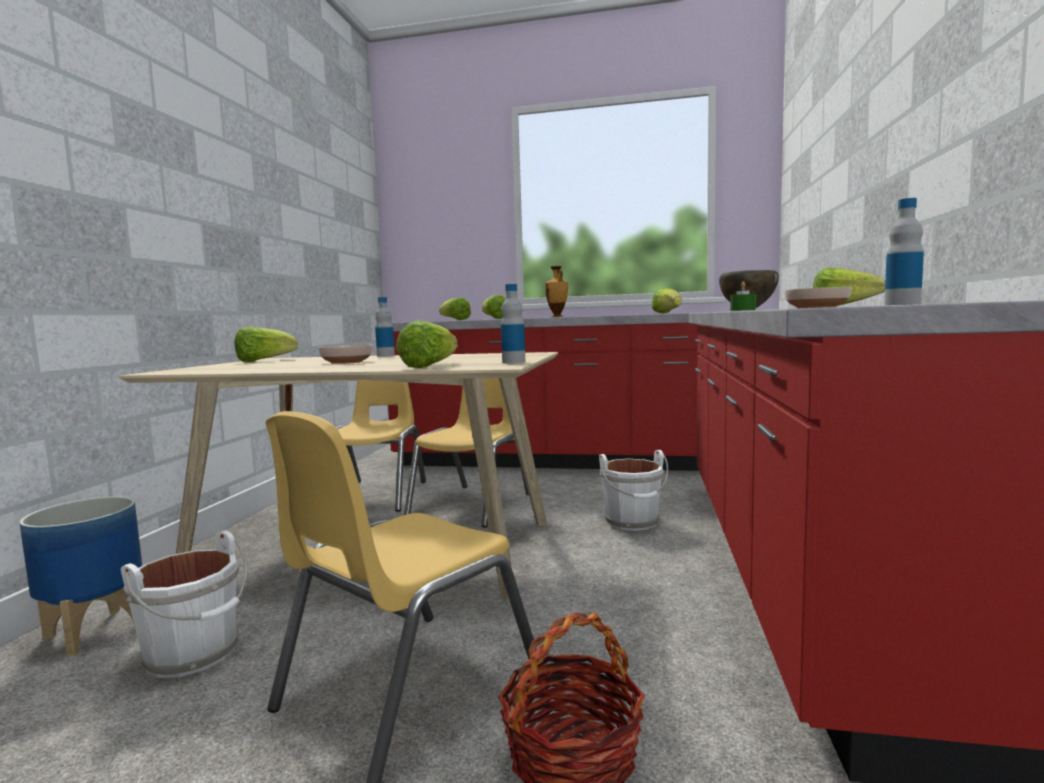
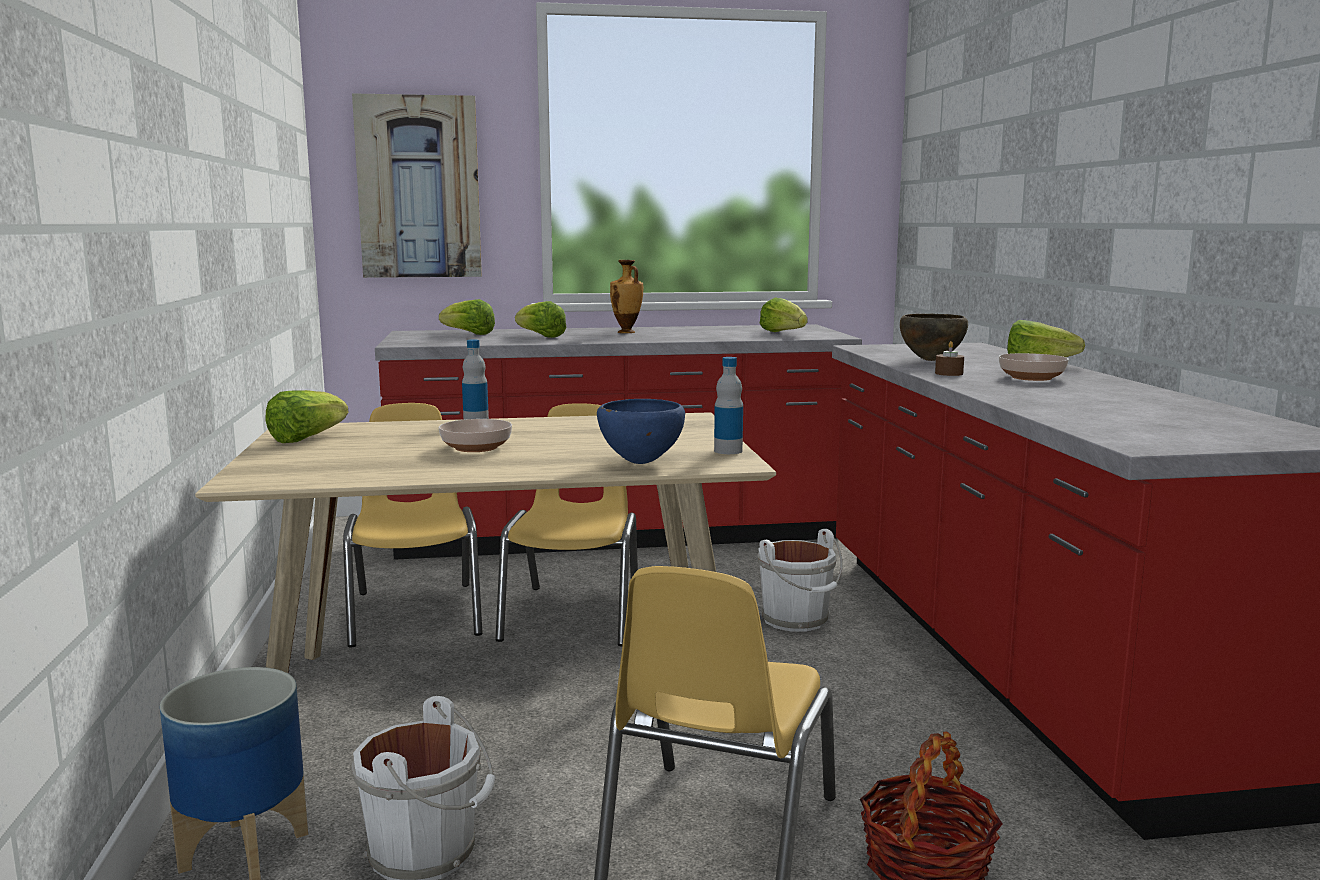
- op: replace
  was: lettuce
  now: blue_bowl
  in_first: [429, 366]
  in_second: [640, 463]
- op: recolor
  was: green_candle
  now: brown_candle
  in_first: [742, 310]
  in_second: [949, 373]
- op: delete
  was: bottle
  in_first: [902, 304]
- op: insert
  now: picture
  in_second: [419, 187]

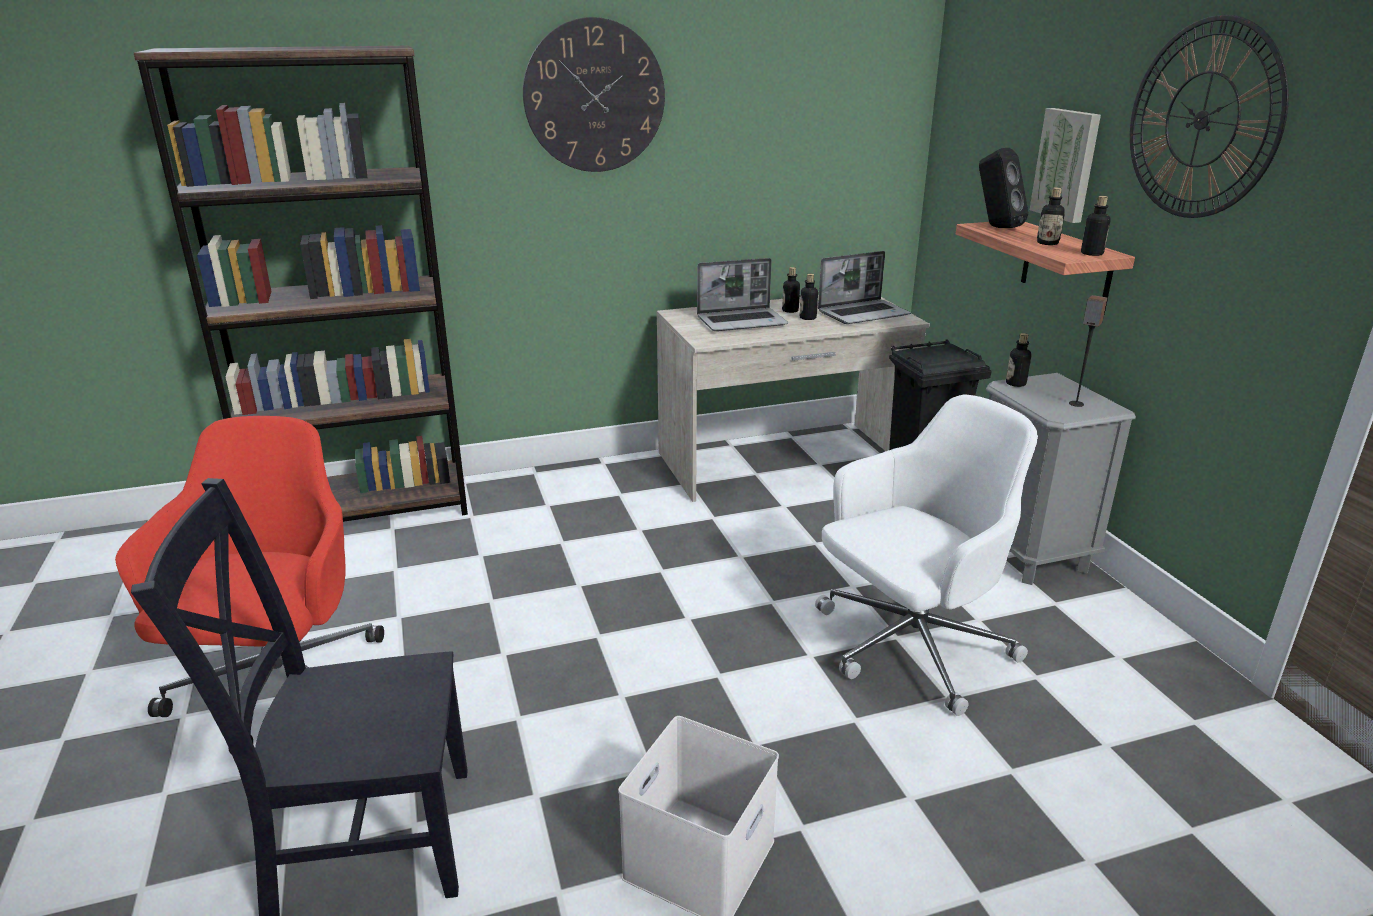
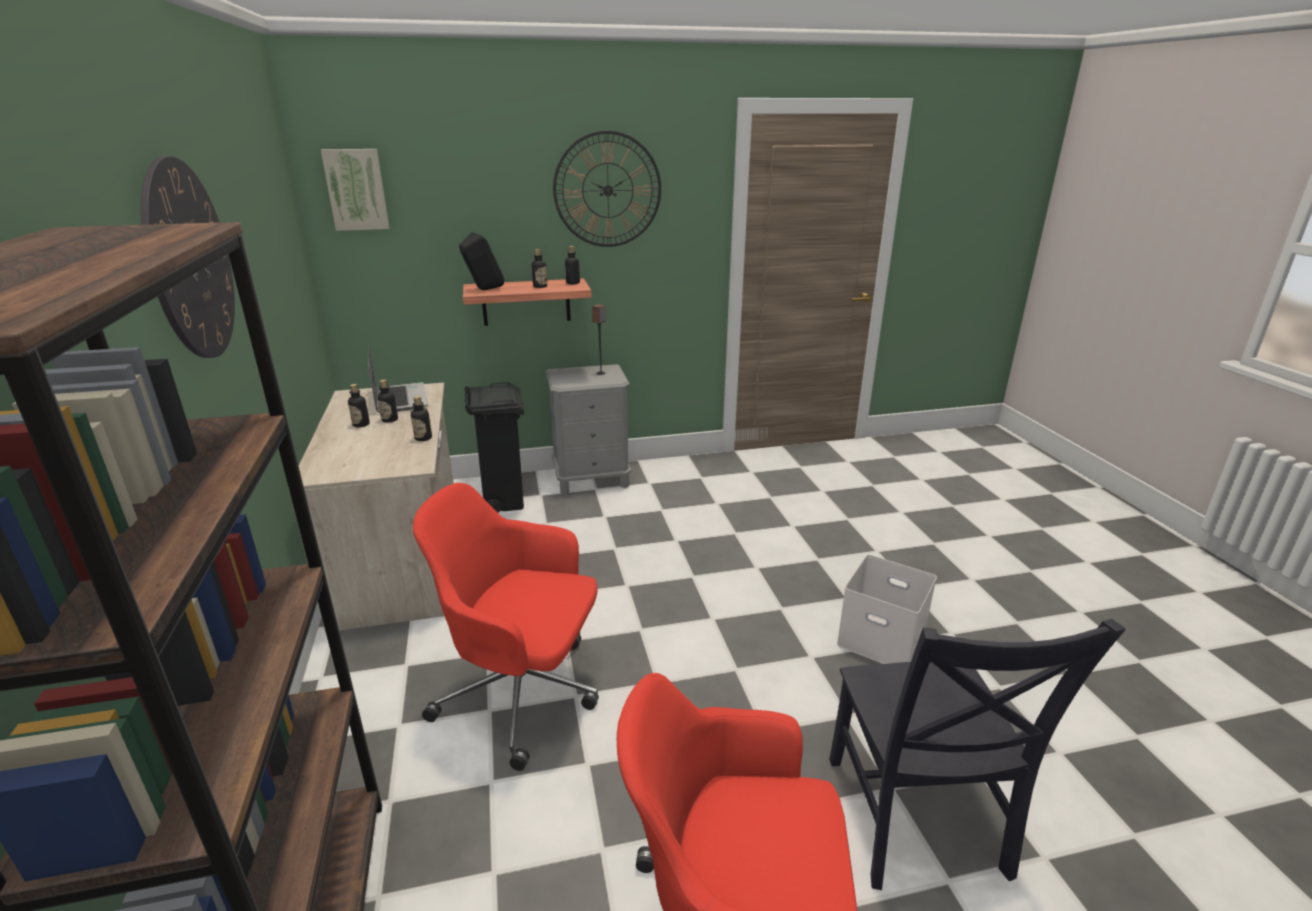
- op: delete
  was: laptop
  in_first: [742, 321]
- op: delete
  was: white_office_chair
  in_first: [909, 647]
- op: move
  was: bottle
  in_first: [1015, 383]
  in_second: [423, 438]
- op: move
  was: picture
  in_first: [1067, 164]
  in_second: [356, 189]
- op: insert
  now: red_office_chair
  in_second: [523, 694]

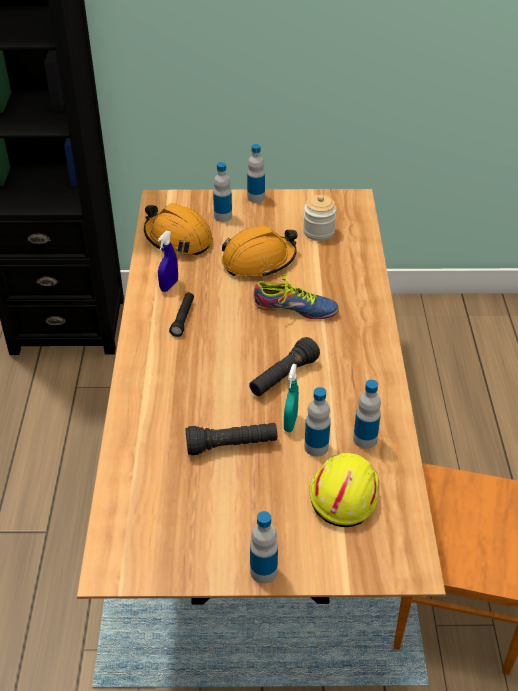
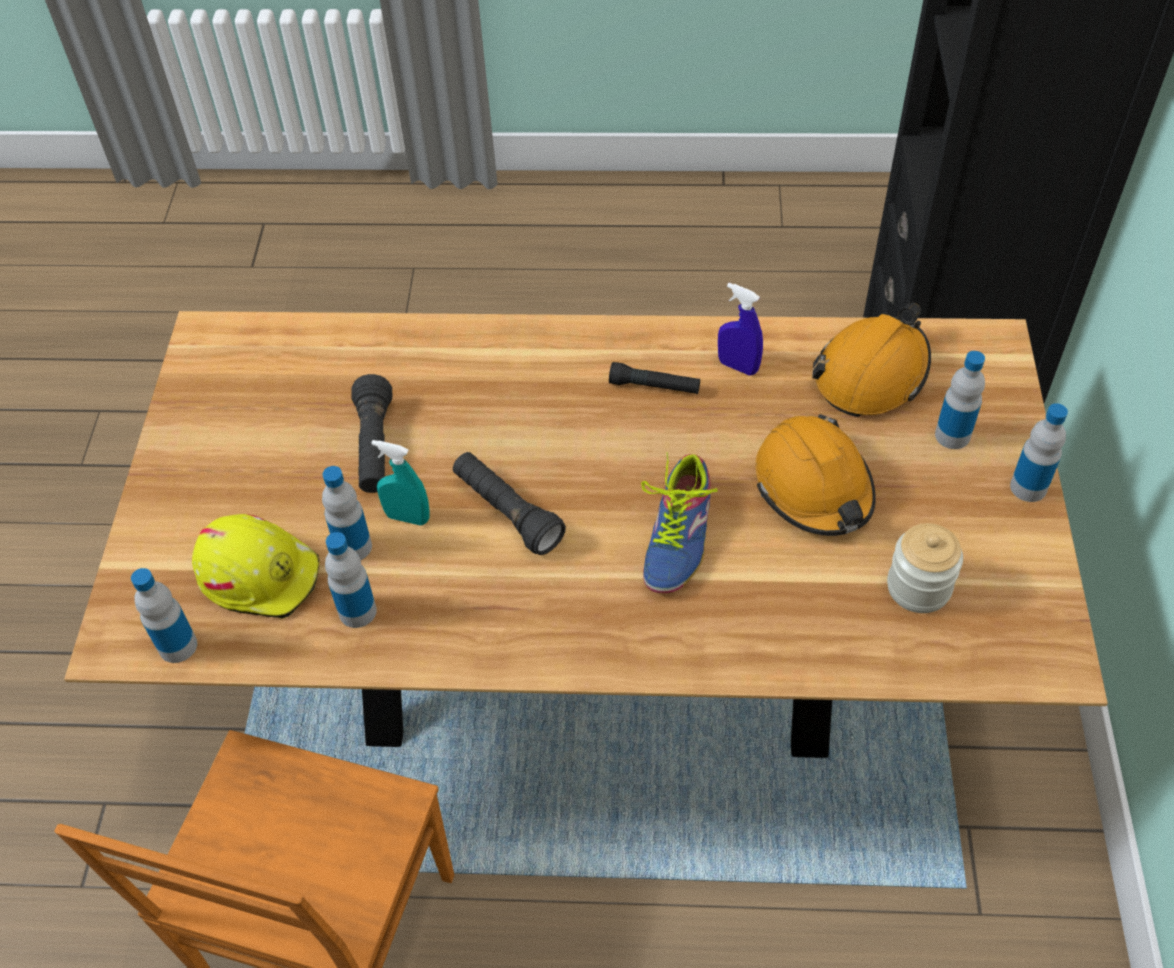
- op: move
  was: bottle
  in_first: [263, 571]
  in_second: [178, 646]

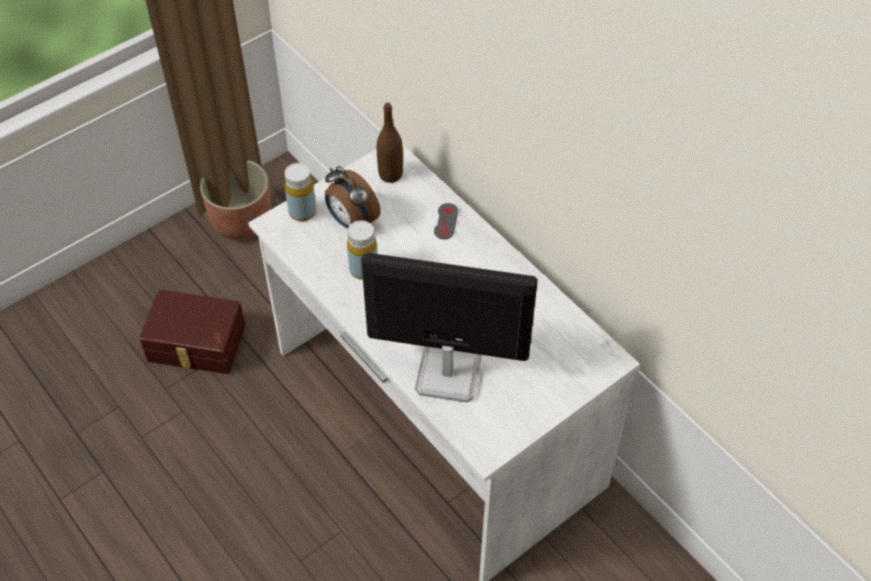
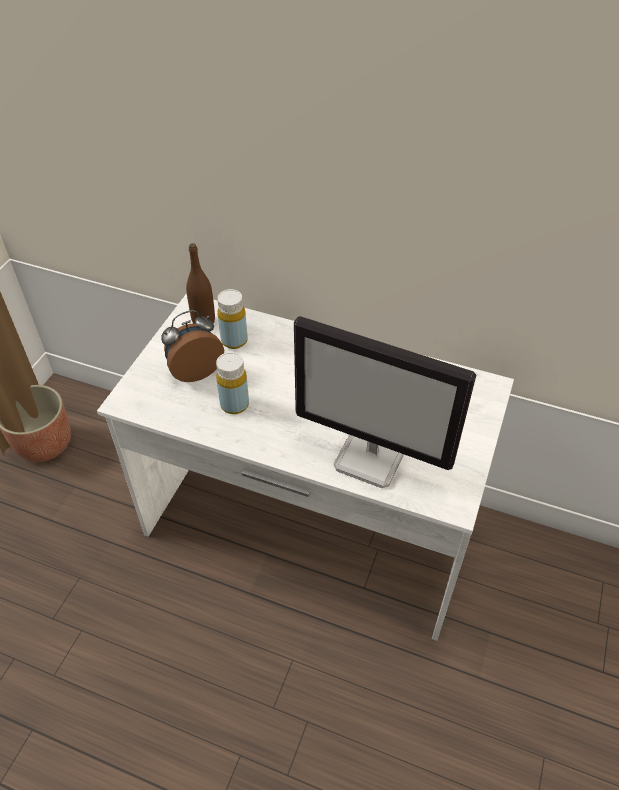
- op: delete
  was: brown_storage_box
  in_first: [196, 344]
- op: move
  was: yellow_bottle
  in_first: [302, 212]
  in_second: [234, 340]
- op: rotate
  was: alarm_clock
  in_first: [351, 221]
  in_second: [195, 370]
  clockwise: 135
- op: rotate
  was: monitor
  in_first: [446, 374]
  in_second: [372, 458]
  clockwise: -135
- op: delete
  was: grey_game_controller
  in_first: [446, 221]

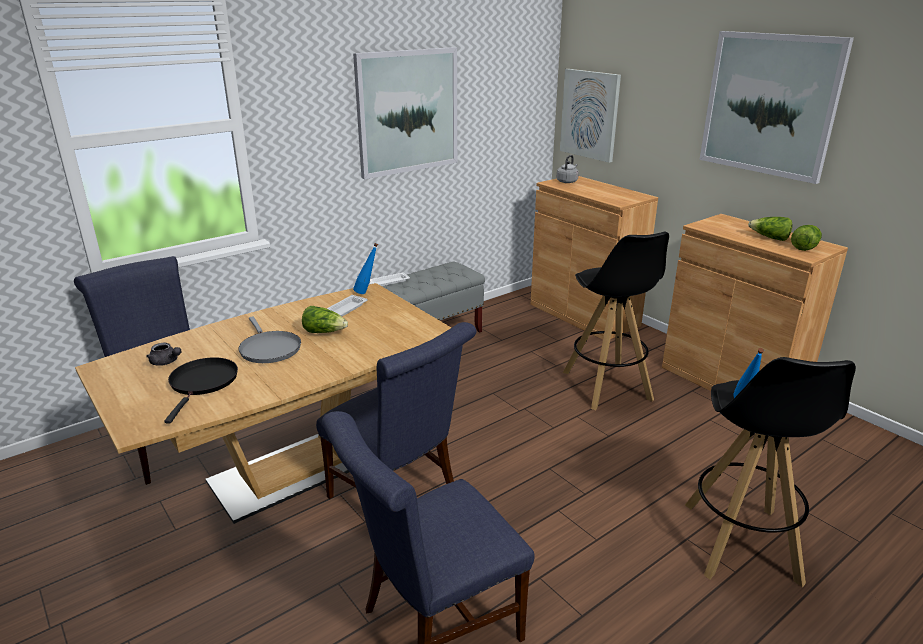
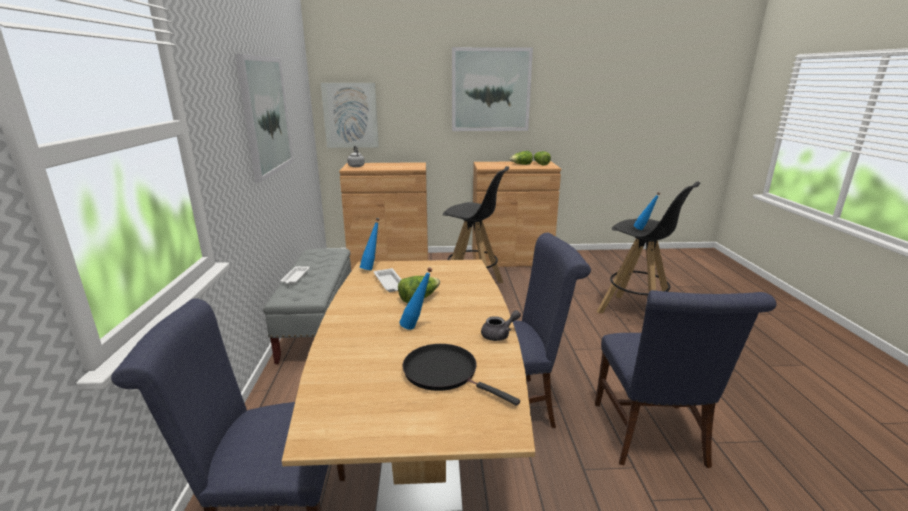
- op: move
  was: grey_teapot
  in_first: [166, 362]
  in_second: [499, 335]
- op: replace
  was: grey_frying_pan
  now: blue_bottle
  in_first: [269, 349]
  in_second: [416, 327]

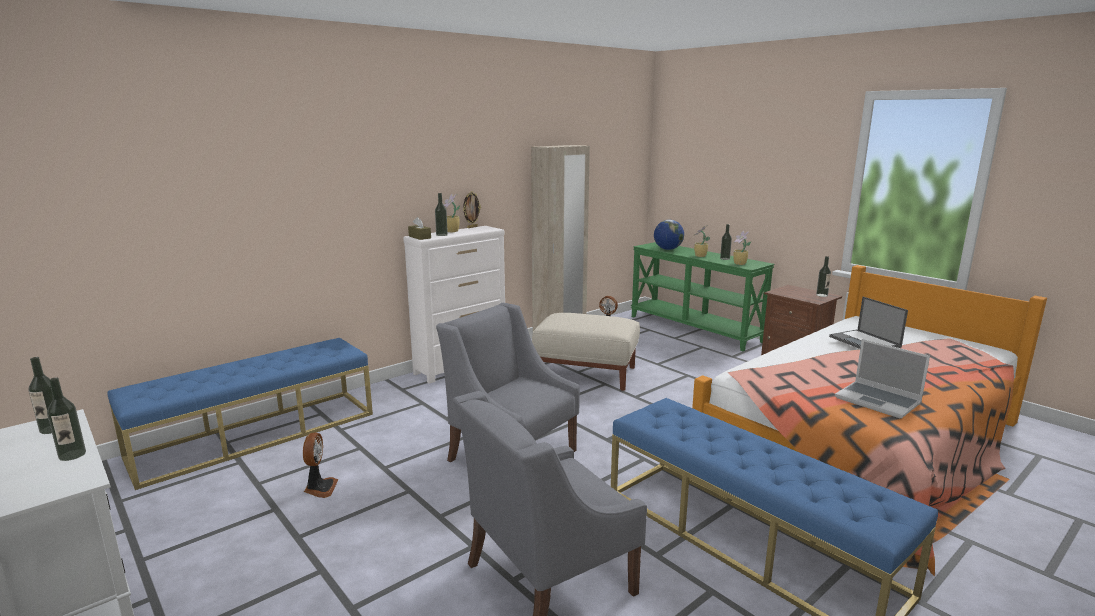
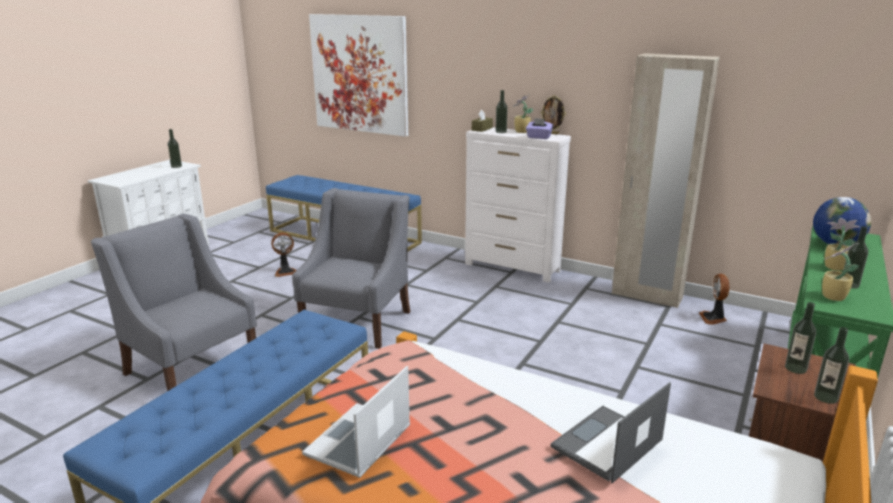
- op: move
  was: bottle
  in_first: [72, 455]
  in_second: [795, 368]
- op: delete
  was: beige_ottoman
  in_first: [586, 373]
- op: insert
  now: picture
  in_second: [360, 74]
- op: insert
  now: purple_tissue_box
  in_second: [538, 137]

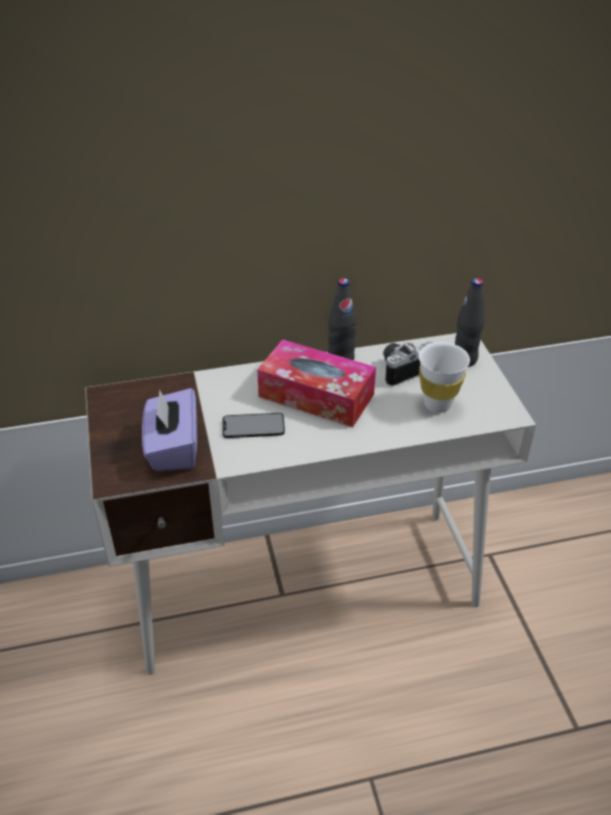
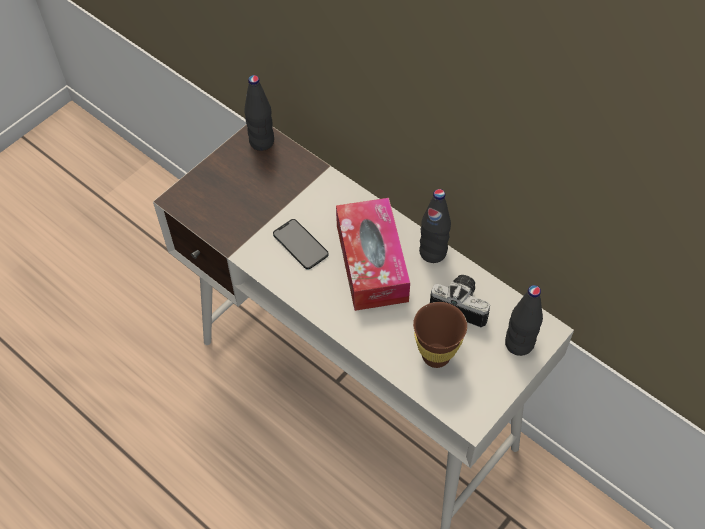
- op: delete
  was: purple_tissue_box
  in_first: [173, 448]
- op: recolor
  was: white_cup
  now: brown_cup
  in_first: [437, 404]
  in_second: [436, 355]
- op: insert
  now: black_bottle
  in_second: [262, 142]

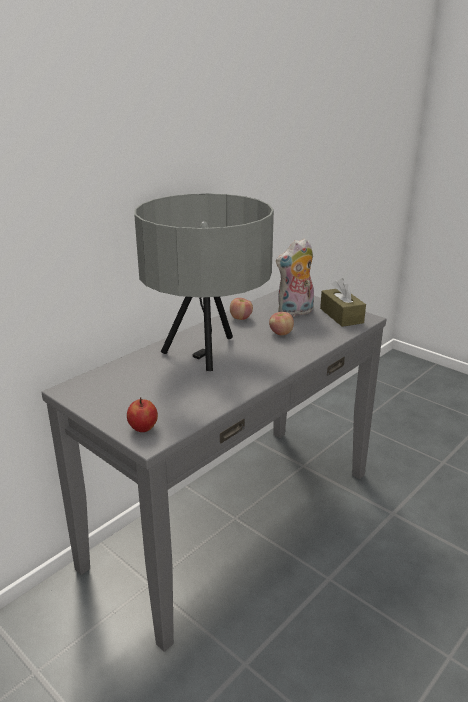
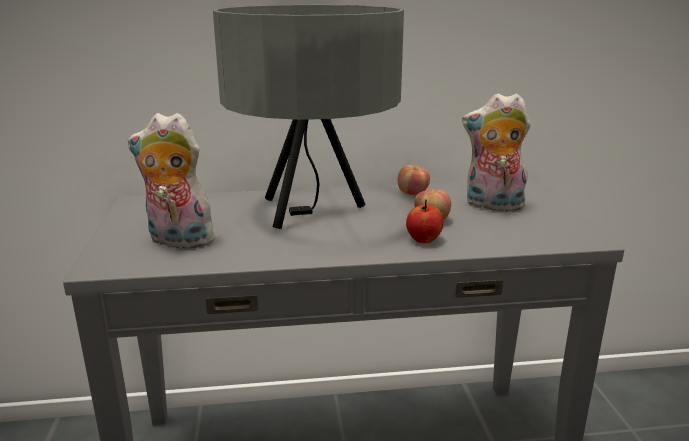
- op: move
  was: apple
  in_first: [143, 428]
  in_second: [423, 240]
- op: delete
  was: brown_tissue_box
  in_first: [341, 316]
- op: insert
  now: plush_toy
  in_second: [177, 241]

